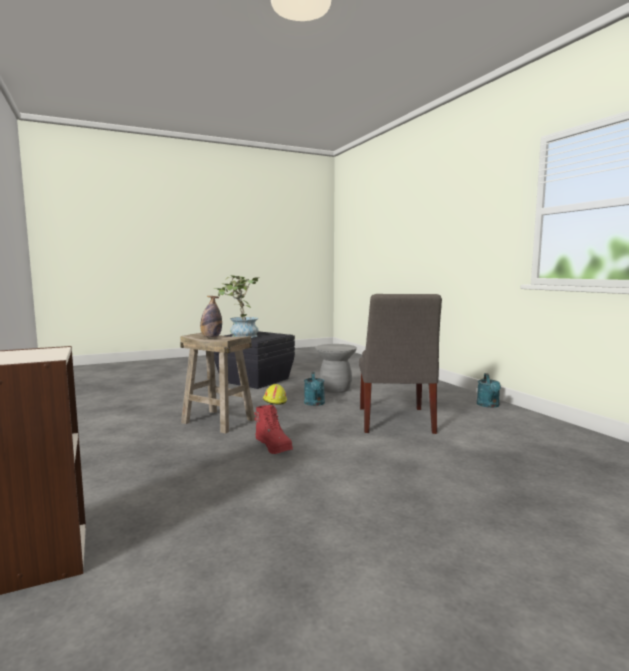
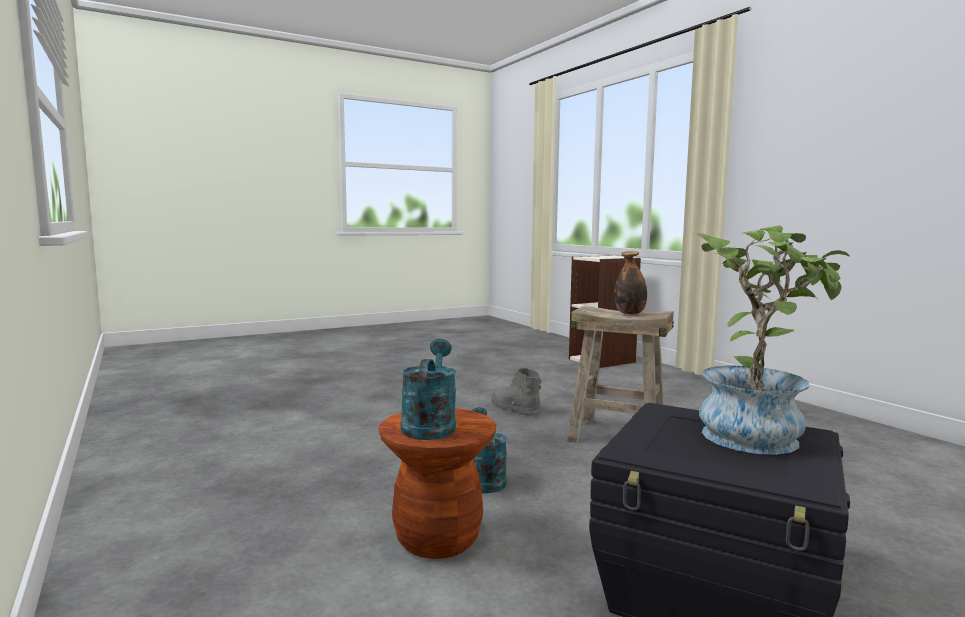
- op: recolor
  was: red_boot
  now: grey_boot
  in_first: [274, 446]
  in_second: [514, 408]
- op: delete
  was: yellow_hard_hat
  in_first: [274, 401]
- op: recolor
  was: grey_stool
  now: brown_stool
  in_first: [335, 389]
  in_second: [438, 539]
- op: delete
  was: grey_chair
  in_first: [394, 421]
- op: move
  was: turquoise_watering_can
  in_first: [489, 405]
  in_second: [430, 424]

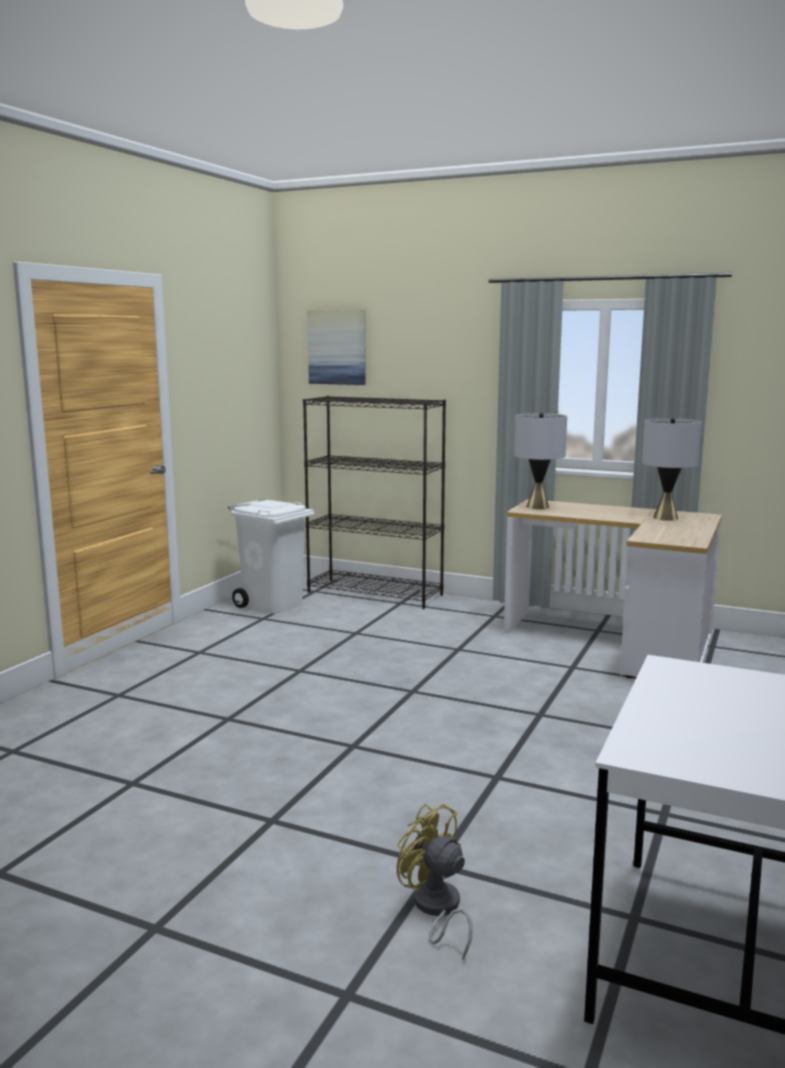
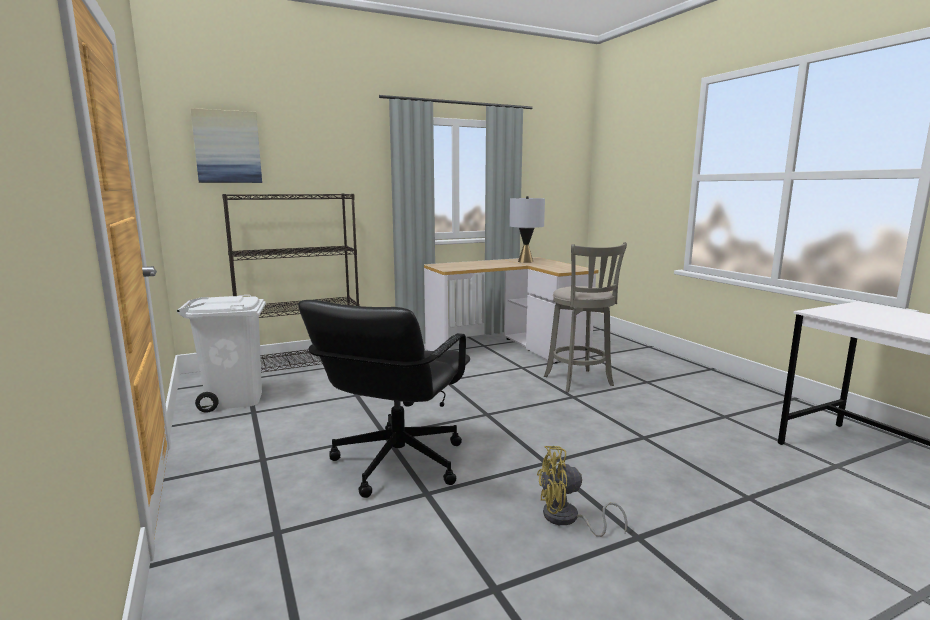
- op: move
  was: yellow_fan
  in_first: [436, 909]
  in_second: [567, 519]
- op: delete
  was: grey_table_lamp
  in_first: [537, 507]
- op: insert
  now: black_office_chair
  in_second: [397, 462]
- op: insert
  now: grey_stool
  in_second: [580, 382]

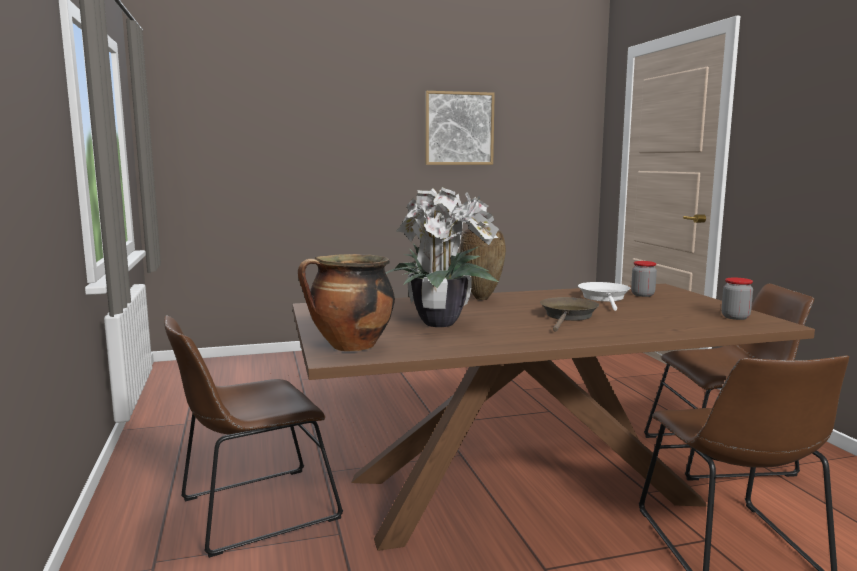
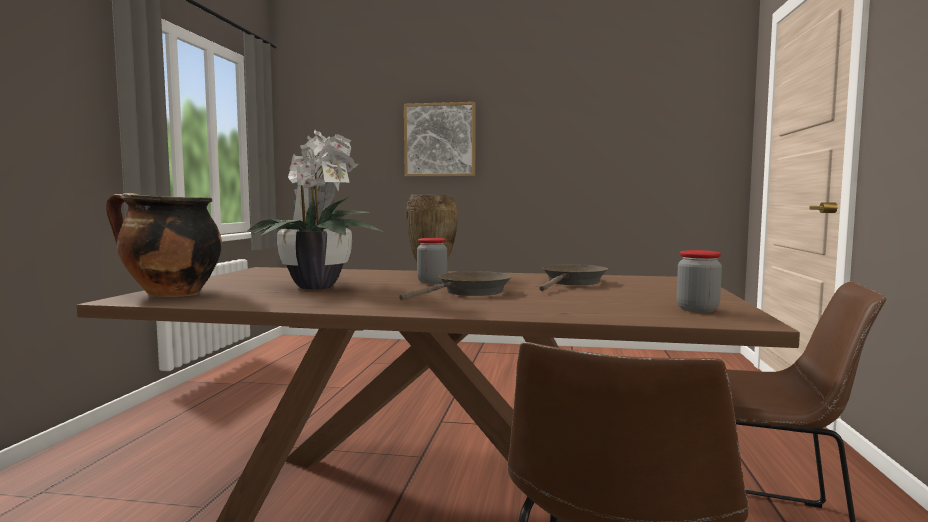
- op: delete
  was: brown_chair
  in_first: [252, 511]
- op: move
  was: picture
  in_first: [459, 128]
  in_second: [440, 140]
- op: recolor
  was: white_frying_pan
  now: brown_frying_pan
  in_first: [604, 298]
  in_second: [572, 282]
- op: move
  was: jar
  in_first: [642, 295]
  in_second: [432, 282]

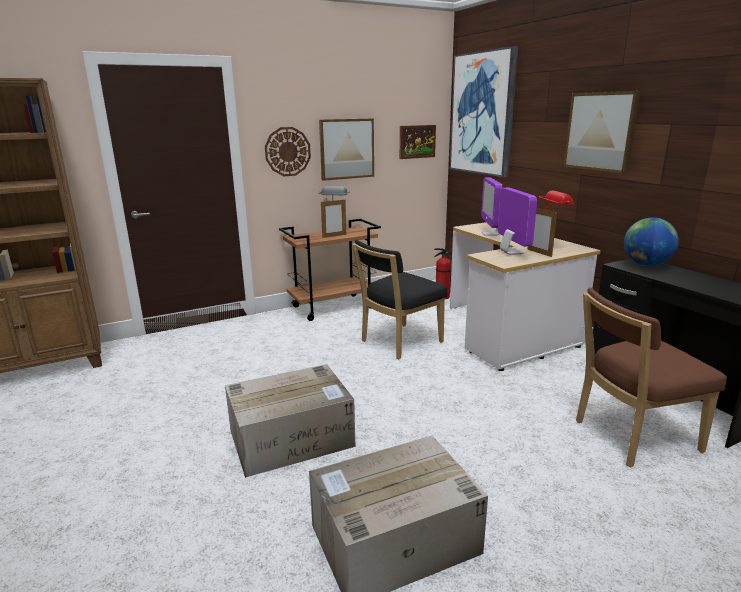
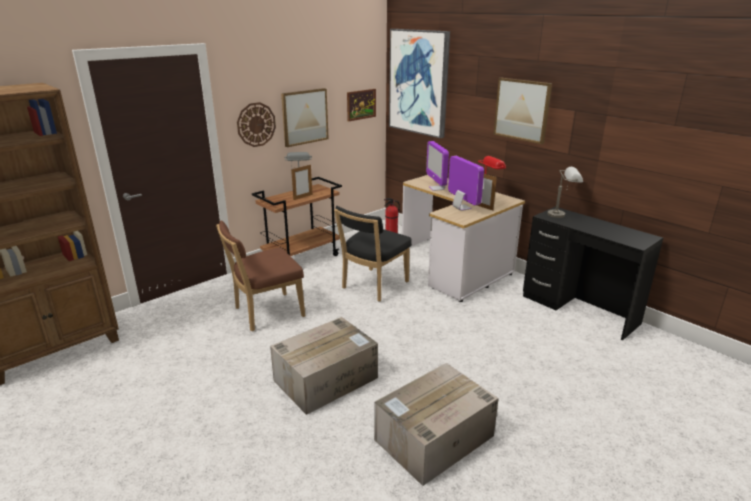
- op: move
  was: brown_chair
  in_first: [630, 436]
  in_second: [266, 313]
- op: replace
  was: globe
  now: grey_table_lamp
  in_first: [646, 265]
  in_second: [562, 215]

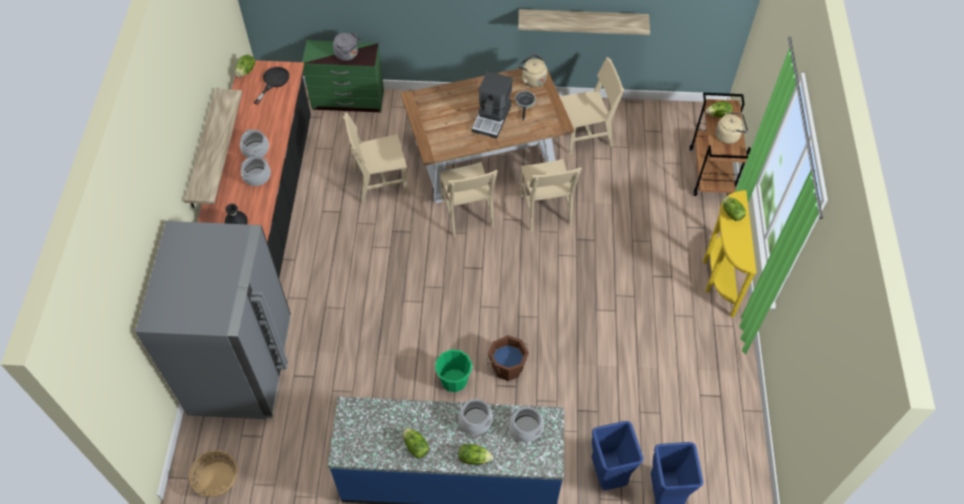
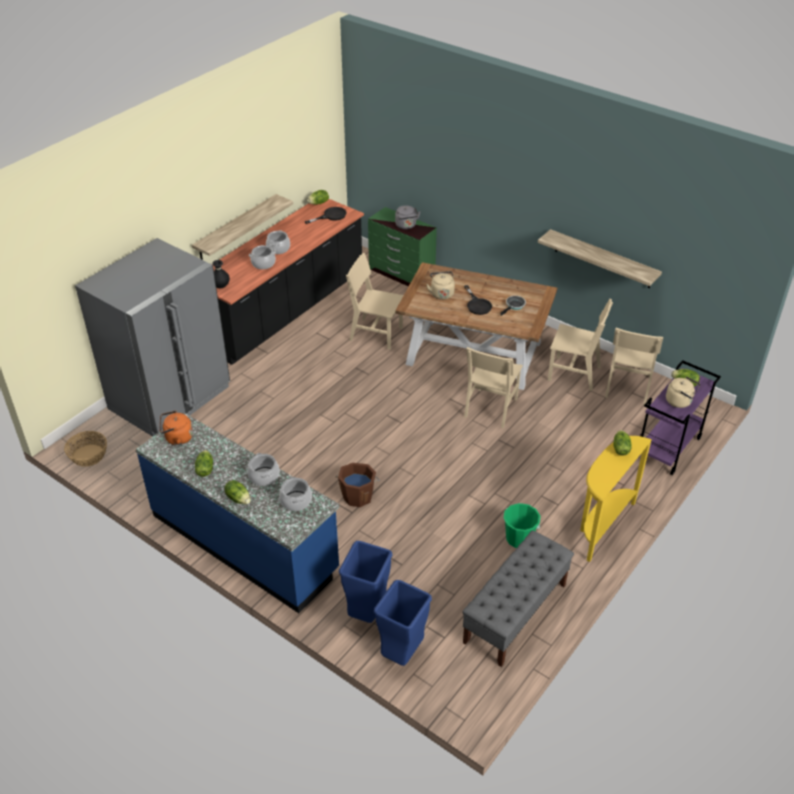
- op: move
  was: green_bucket
  in_first: [454, 380]
  in_second: [519, 539]
- op: move
  was: beige_chair
  in_first: [467, 213]
  in_second: [628, 387]
- op: replace
  was: coffee_machine
  now: black_frying_pan
  in_first: [492, 118]
  in_second: [477, 305]
- op: move
  was: beige_kettle
  in_first: [532, 79]
  in_second: [441, 293]
- op: recolor
  was: brown_cart
  now: purple_cart
  in_first: [711, 173]
  in_second: [668, 448]
- op: insert
  now: orange_kettle
  in_second: [177, 438]
- op: insert
  now: grey_bench
  in_second: [515, 613]

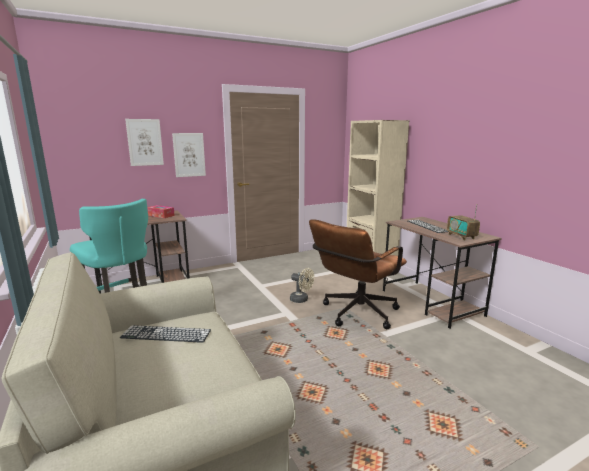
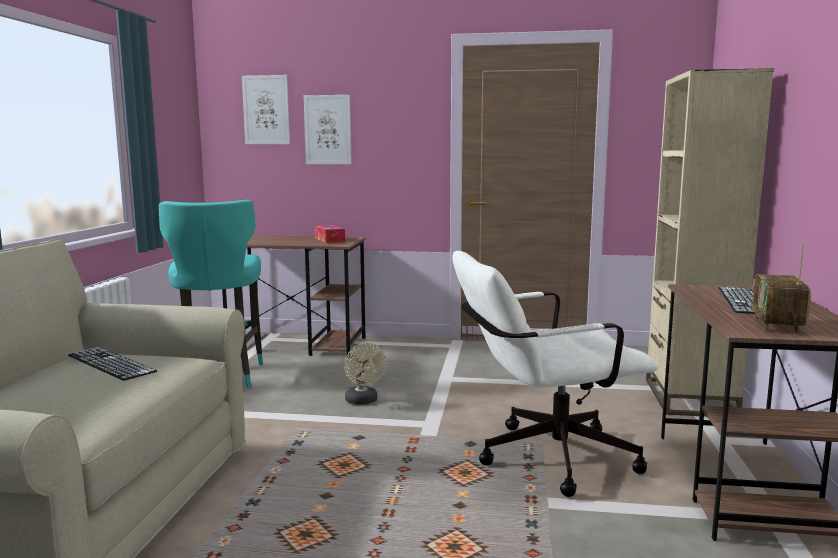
- op: move
  was: picture
  in_first: [189, 155]
  in_second: [266, 110]
- op: move
  was: beige_fan
  in_first: [301, 300]
  in_second: [363, 401]
- op: recolor
  was: brown_office_chair
  now: white_office_chair
  in_first: [355, 314]
  in_second: [543, 458]

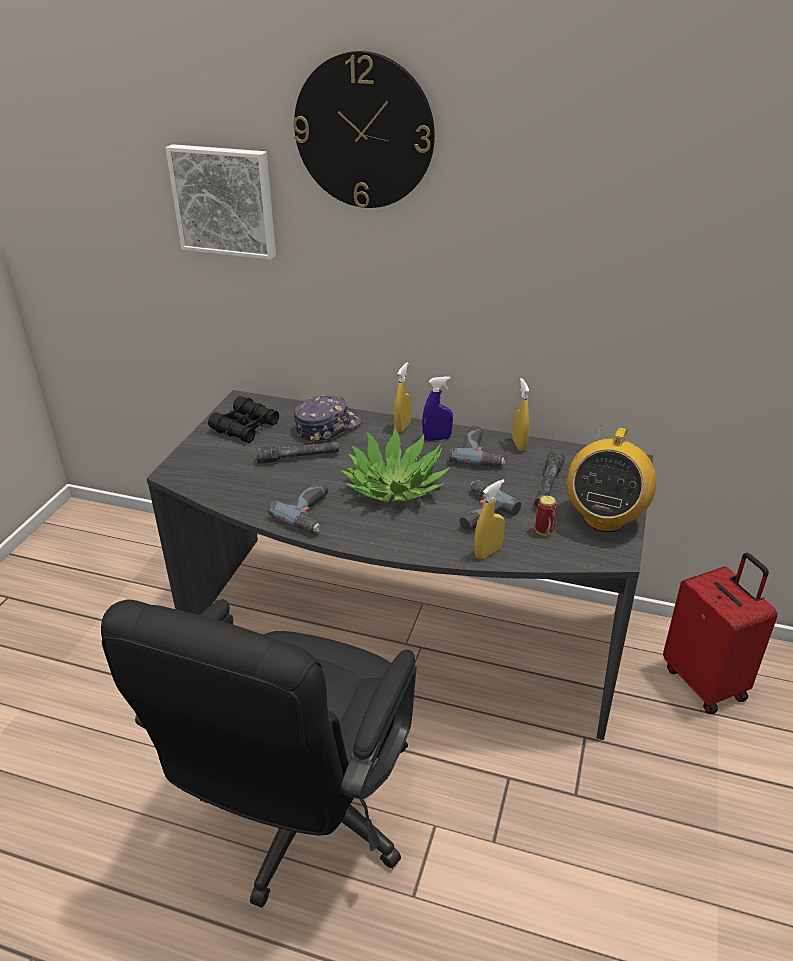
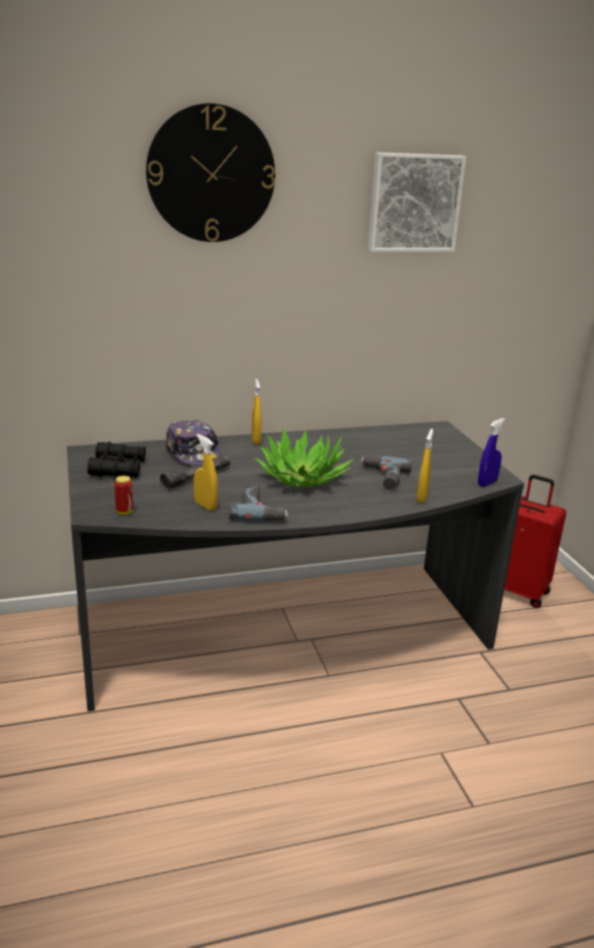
- op: delete
  was: black_office_chair
  in_first: [300, 821]
- op: move
  was: picture
  in_first: [225, 201]
  in_second: [413, 203]
- op: rotate
  was: cap
  in_first: [327, 427]
  in_second: [193, 453]
  clockwise: 135
- op: move
  was: blue_spray_bottle
  in_first: [437, 438]
  in_second: [487, 483]
- op: delete
  was: power_drill
  in_first: [480, 453]
- op: move
  was: yellow_spray_bottle
  in_first: [519, 445]
  in_second: [205, 506]
- op: delete
  was: grey_flashlight
  in_first: [547, 486]
- op: move
  was: can
  in_first: [544, 531]
  in_second: [124, 512]
- op: delete
  was: radio
  in_first: [604, 519]

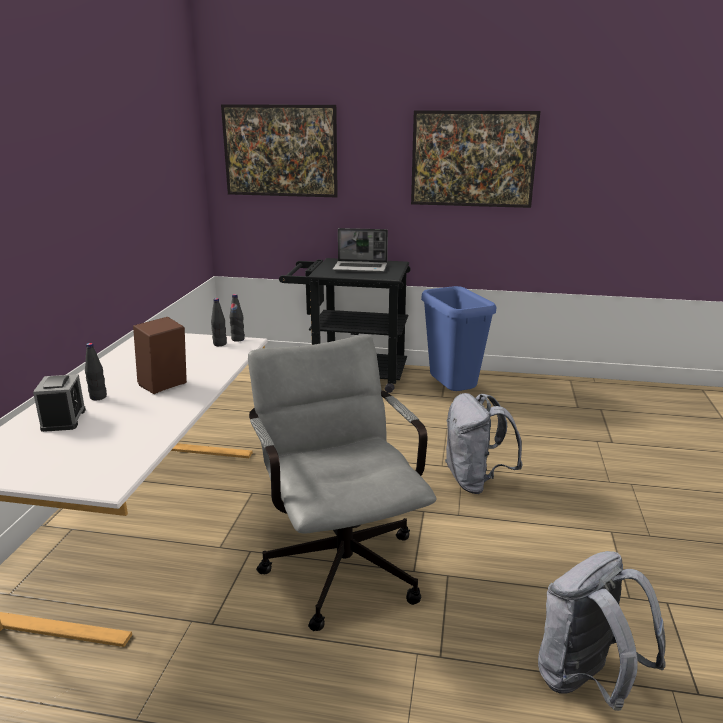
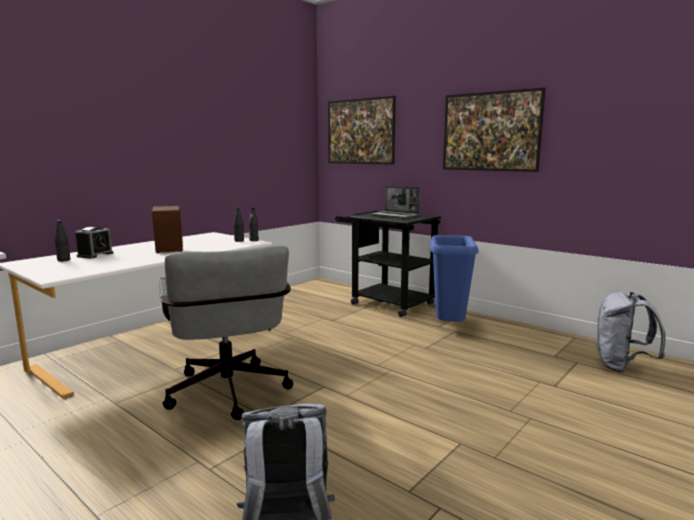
- op: move
  was: black_bottle
  in_first: [98, 397]
  in_second: [64, 260]
- op: rotate
  was: grey_office_chair
  in_first: [339, 560]
  in_second: [229, 396]
  clockwise: 150
- op: move
  was: grey_backpack
  in_first: [476, 481]
  in_second: [621, 366]

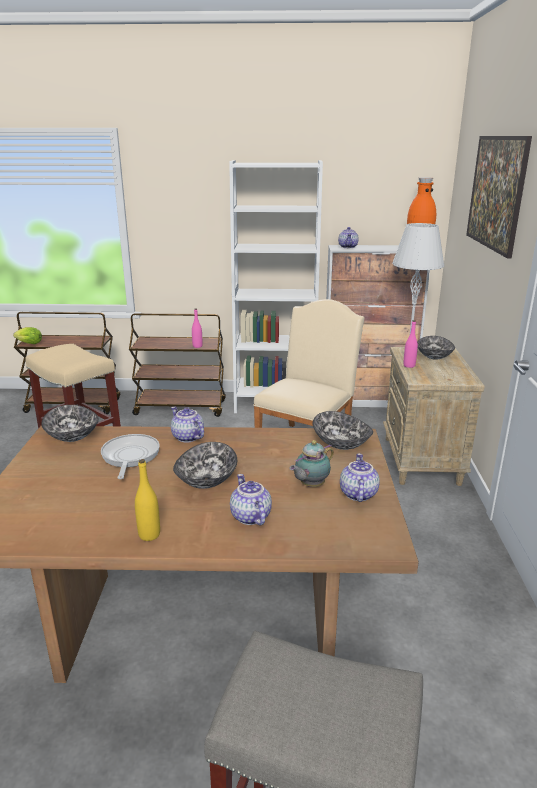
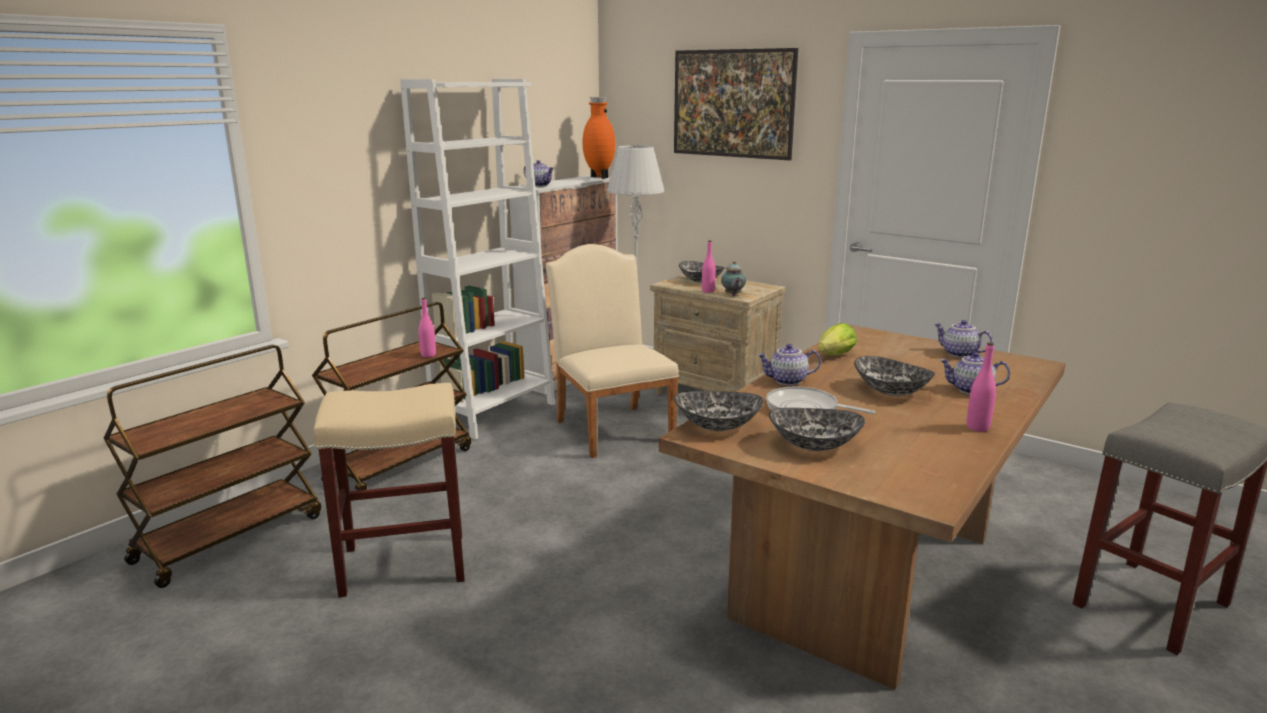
- op: move
  was: lettuce
  in_first: [28, 343]
  in_second: [833, 356]
- op: recolor
  was: yellow_bottle
  now: pink_bottle
  in_first: [149, 535]
  in_second: [977, 427]
- op: move
  was: teapot
  in_first: [310, 485]
  in_second: [733, 295]
- op: move
  was: bowl
  in_first: [342, 443]
  in_second: [814, 444]

